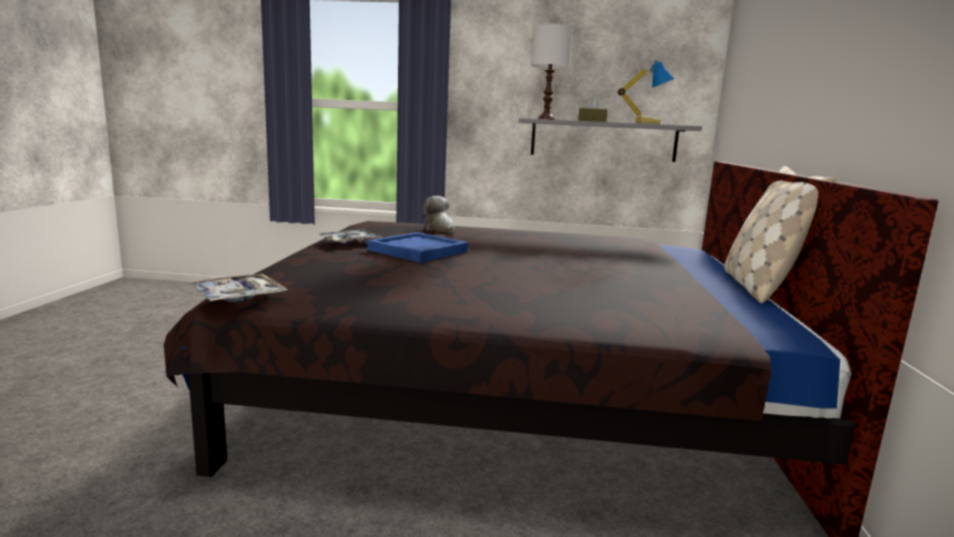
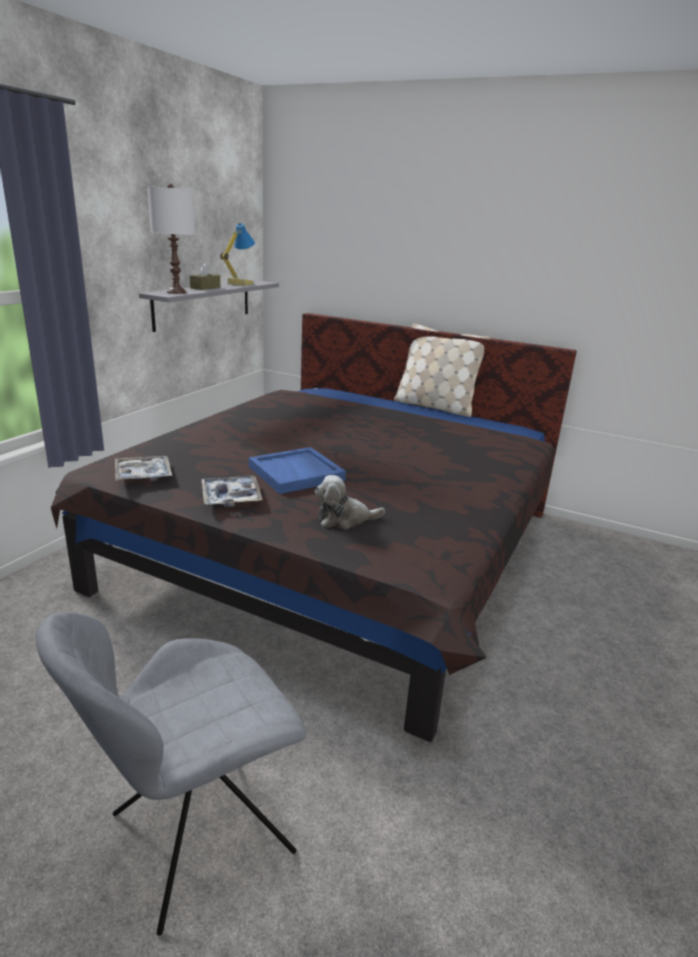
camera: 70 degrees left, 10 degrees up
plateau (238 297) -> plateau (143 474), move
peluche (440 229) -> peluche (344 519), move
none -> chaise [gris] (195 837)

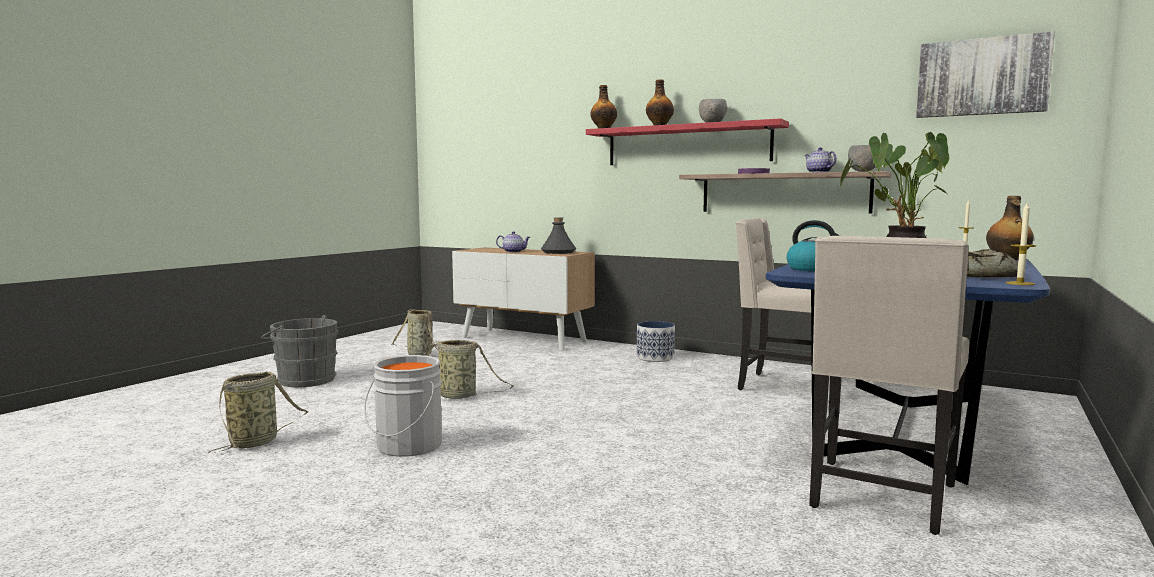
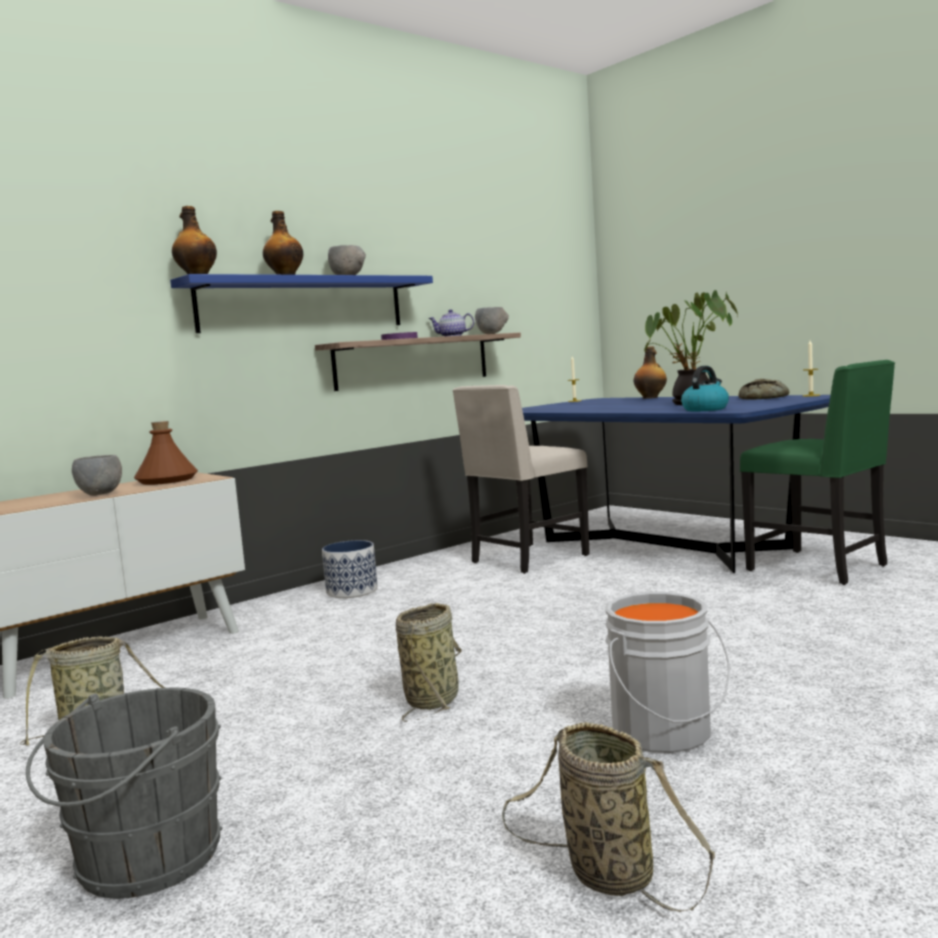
camera: 70 degrees left, 0 degrees up
théière (513 252) -> bol [gris] (101 494)
bouteille [gris] (558 252) -> bouteille [marron] (167 480)
étagère [rouge] (687 145) -> étagère [bleu] (304 304)
chaise [beige] (880 497) -> chaise [vert] (820 568)
tableau (982 77) -> none

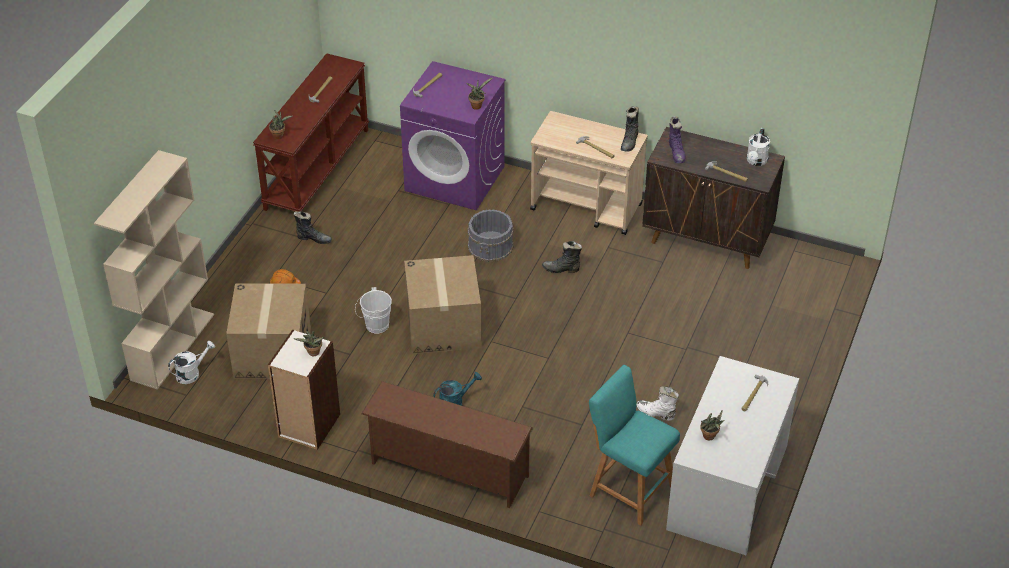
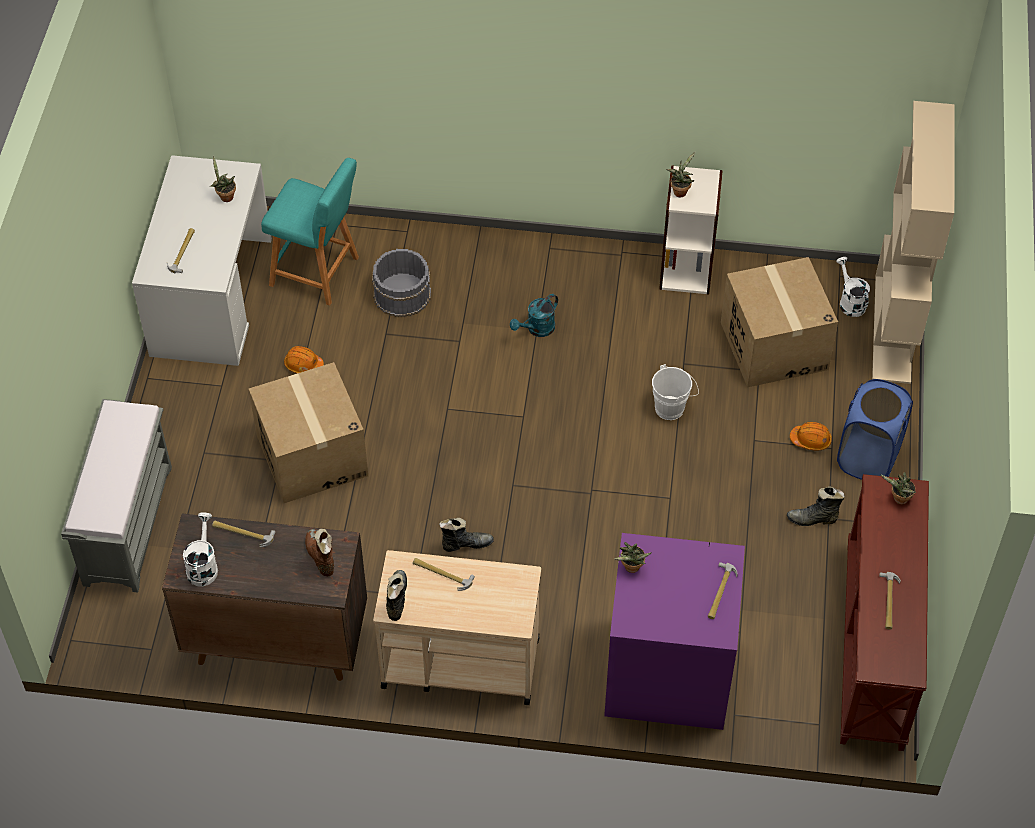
camera: 165 degrees right, 10 degrees up
arrosoir [blanc] (192 373) -> arrosoir [blanc] (850 301), 120 degrees clockwise
étagère à chaussures [marron] (447 470) -> none
carton (444 326) -> carton (311 455), move
seau [gris] (491 246) -> seau [gris] (401 294), move
botte [blanc] (656 413) -> casque de chantier [orange] (303 365)
botte [violet] (676 153) -> botte [marron] (320 556)
none -> banc [gris] (127 524)
none -> panier à linge [bleu] (868 457)

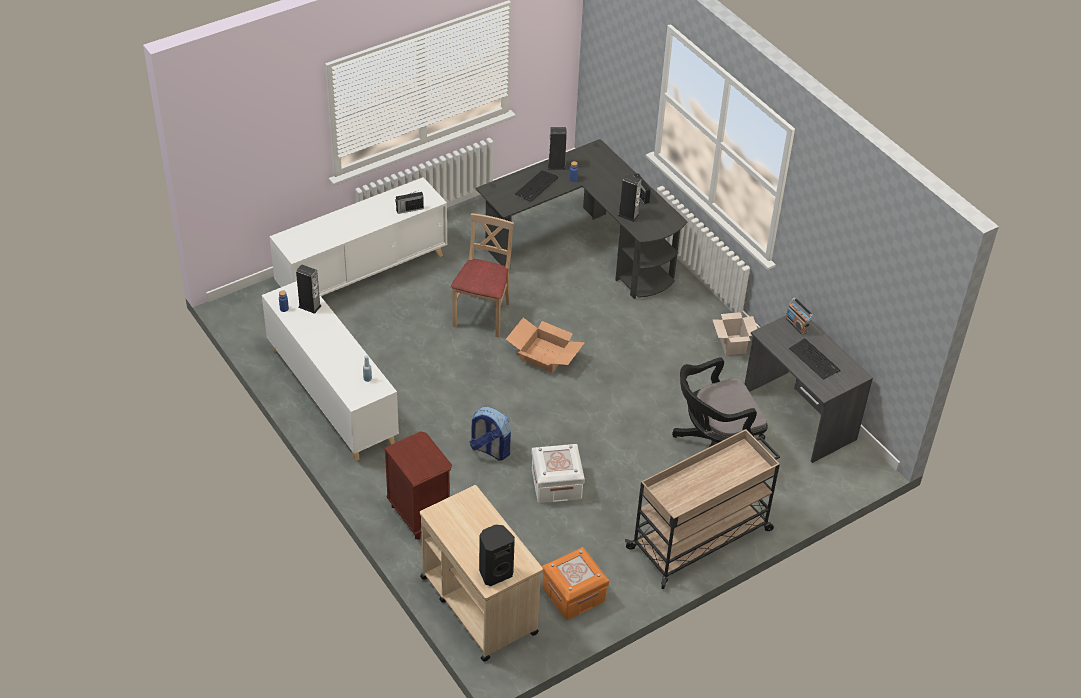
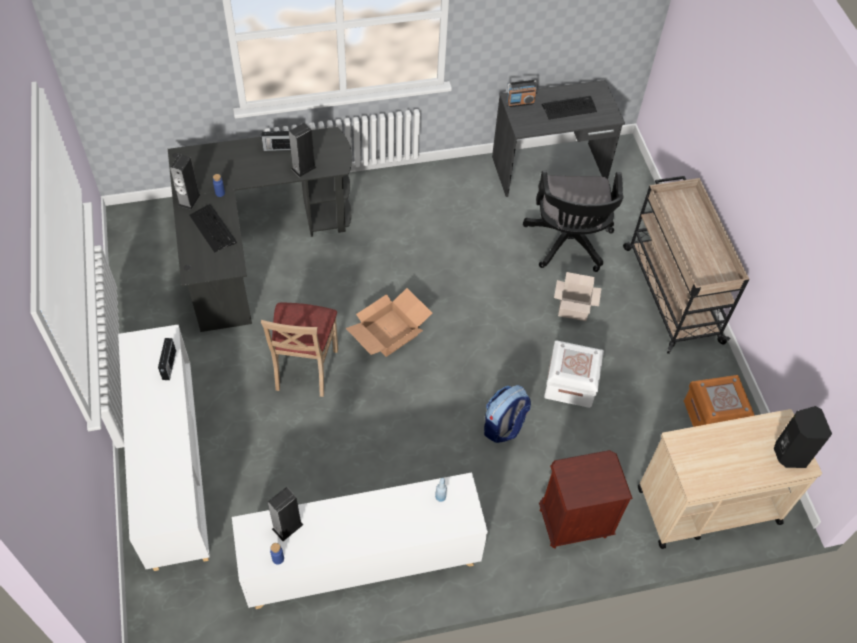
camera: 70 degrees left, 10 degrees up
chaise [beige] (483 315) -> chaise [beige] (305 368), 120 degrees counterclockwise
carton (733 345) -> carton (574 309), move

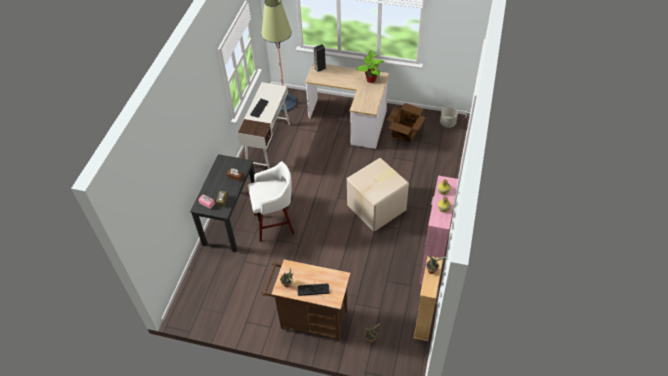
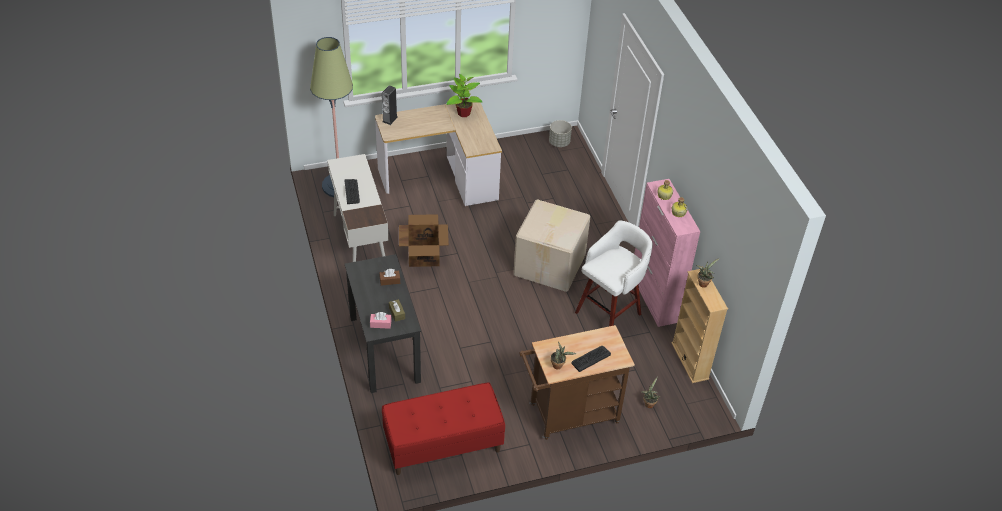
camera: 35 degrees left, 5 degrees down
tabouret [blanc] (275 223) -> tabouret [blanc] (609 312), move
carton (405 132) -> carton (424 255), move
none -> banc [rouge] (443 445)

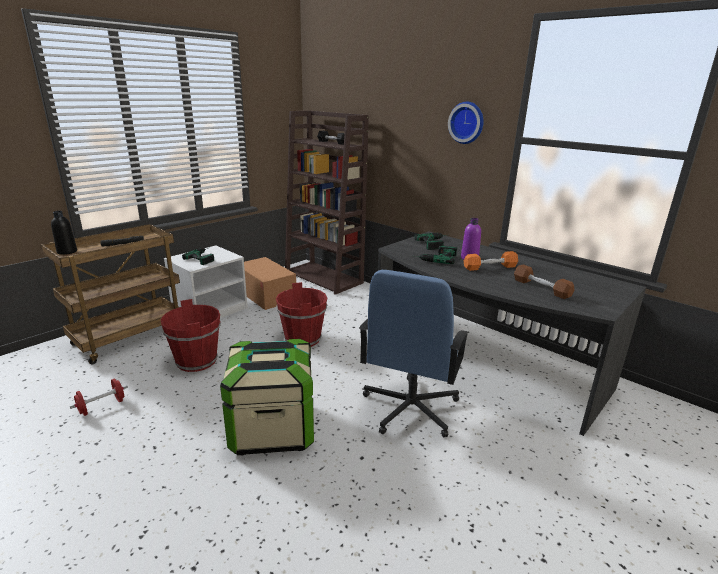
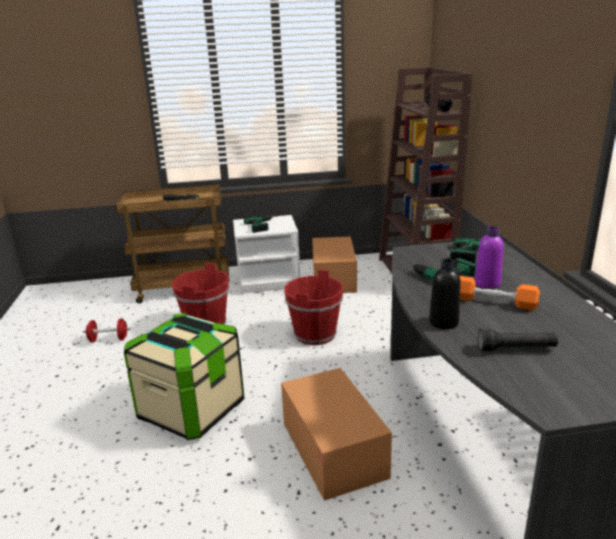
camera: 40 degrees right, 0 degrees up
bouteille [noir] (67 252) -> bouteille [noir] (443 322), move
chaise de bureau [bleu] (409 408) -> carton (333 449)
horloge murale (467 122) -> none
haltère [marron] (541 288) -> lampe de poche [noir] (516 349)

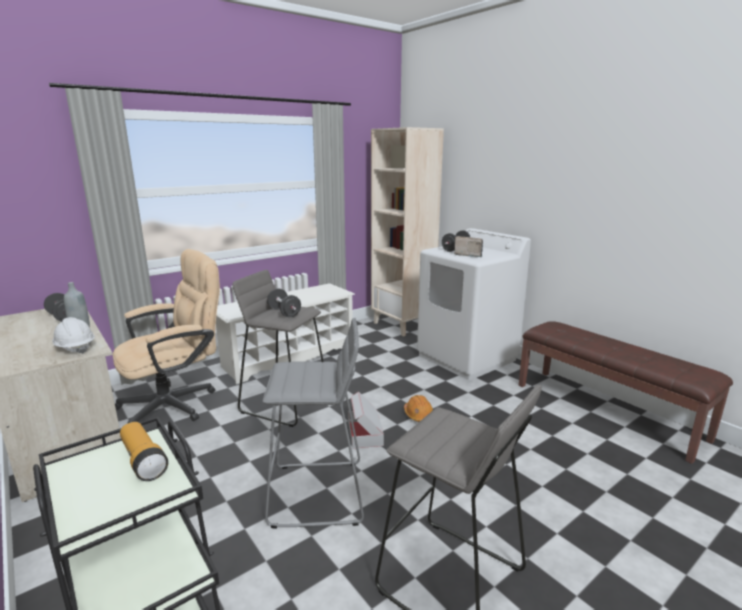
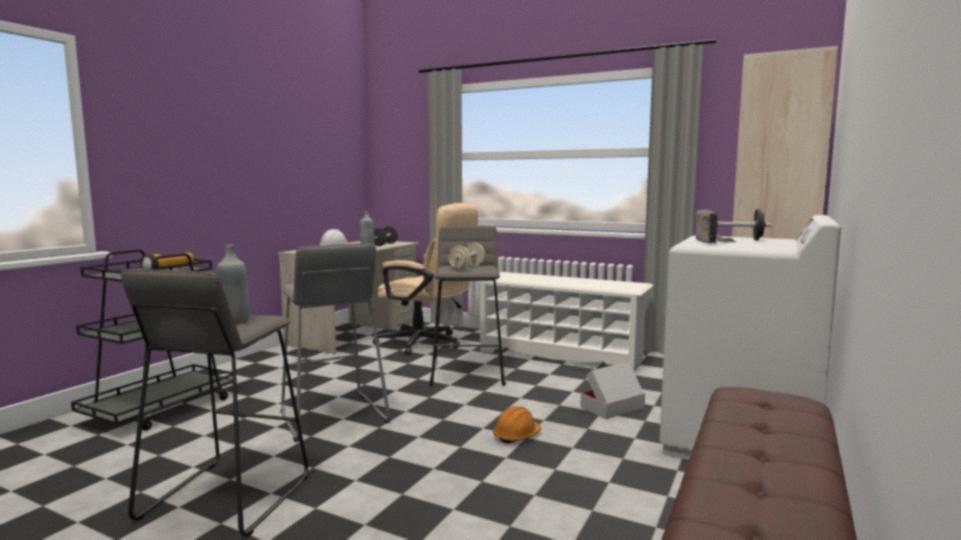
camera: 65 degrees right, 10 degrees down
haltère [noir] (284 313) -> haltère [beige] (467 267)
carton (365 433) -> carton (612 407), move
none -> bouteille [gris] (234 321)

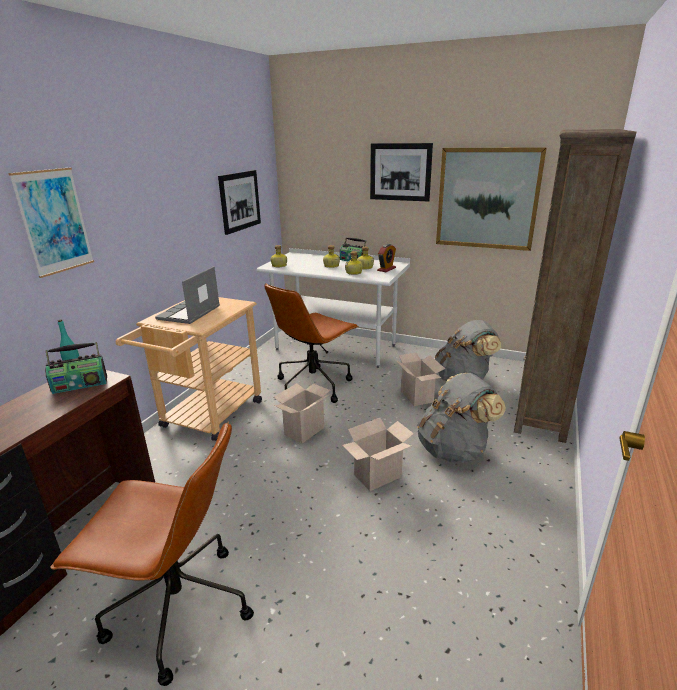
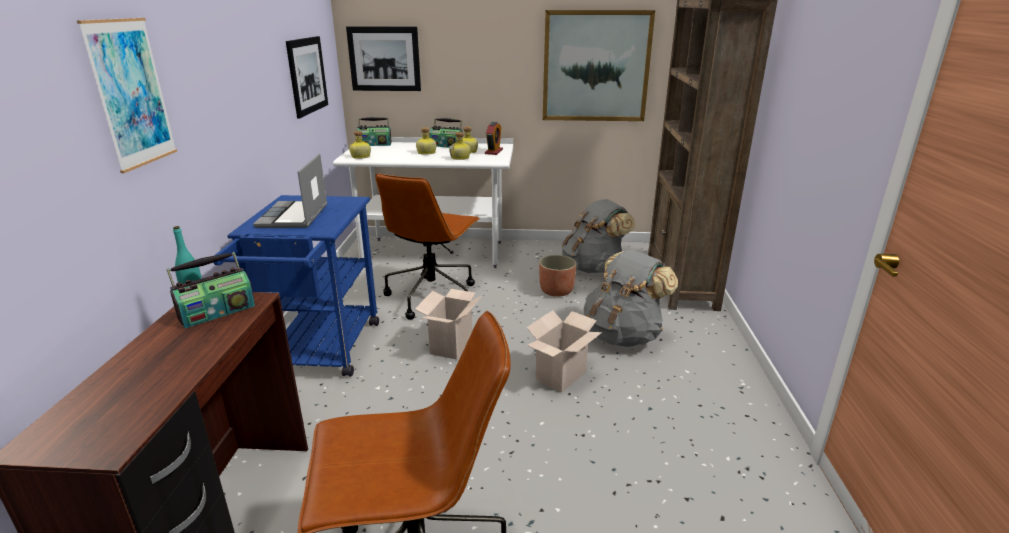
camera: 20 degrees left, 0 degrees up
chariot [beige] (207 418) -> chariot [bleu] (319 353)
tableau (400 172) -> tableau (384 59), move
carton (418 397) -> cache-pot (556 291)
none -> radio (375 144)

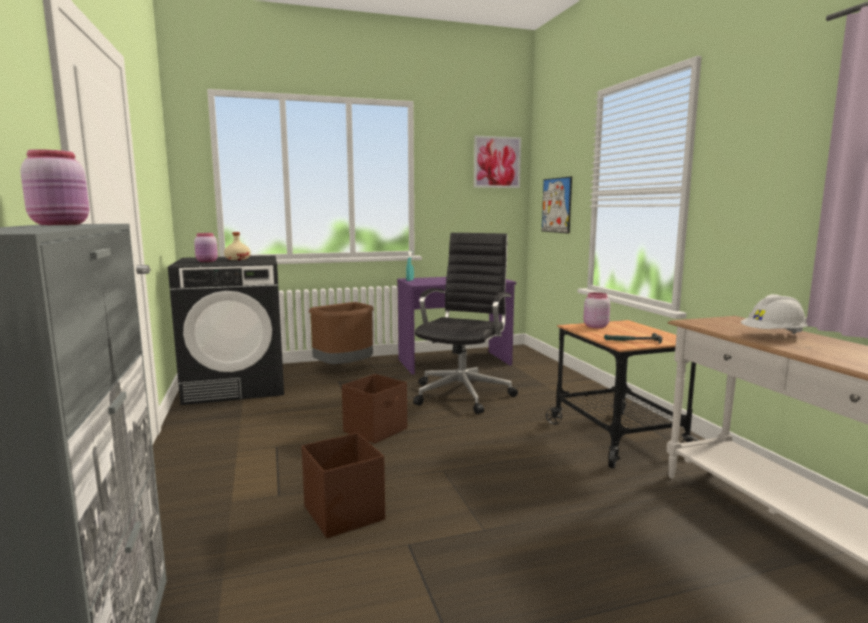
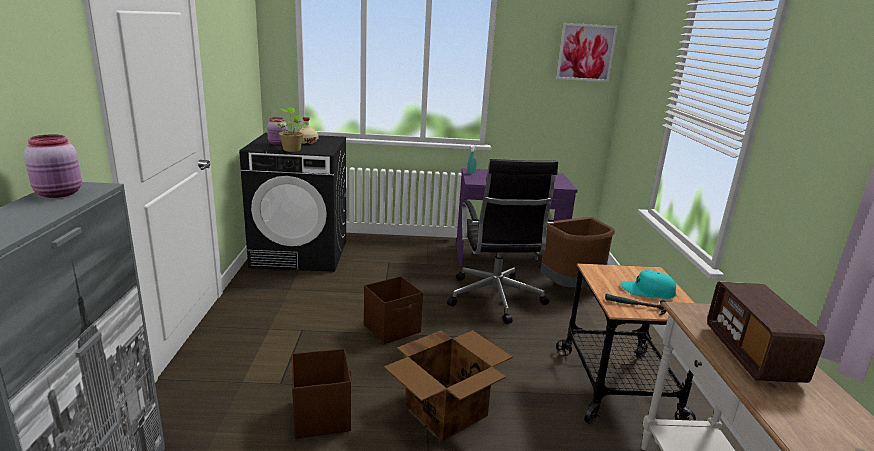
camera: 15 degrees right, 10 degrees up
poubelle [marron] (345 369) -> poubelle [marron] (571 288), move
chaise de bureau [noir] (463 393) -> chaise de bureau [noir] (495 299), 135 degrees clockwise
tableau (556 205) -> none
bocal [rose] (595 326) -> none
casque de chantier [blanc] (773 336) -> radio (752 355)
none -> plante en pot (291 149)
none -> carton (447 410)
none -> casquette [turquoise] (647 291)

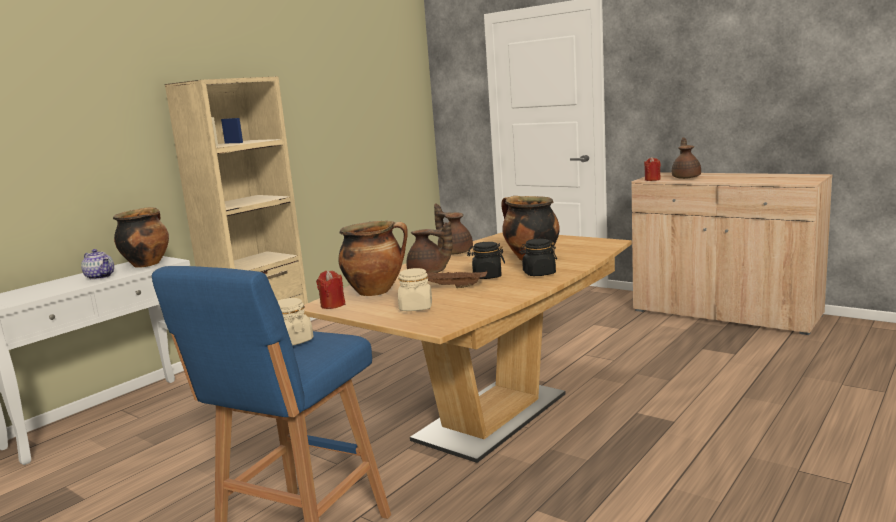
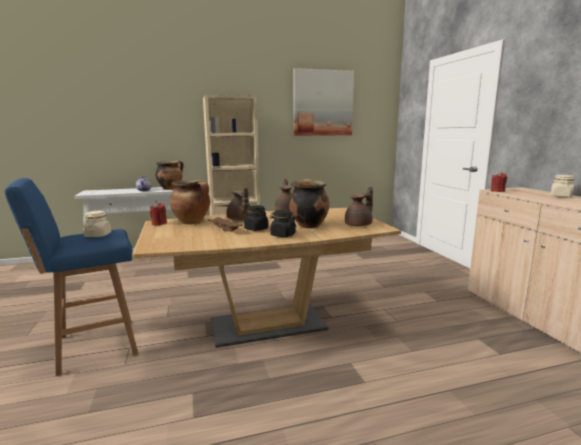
camera: 35 degrees right, 0 degrees up
bocal [beige] (416 308) -> bocal [beige] (561 196), move
théière [marron] (686 177) -> théière [marron] (359 225), move
none -> tableau (323 103)

